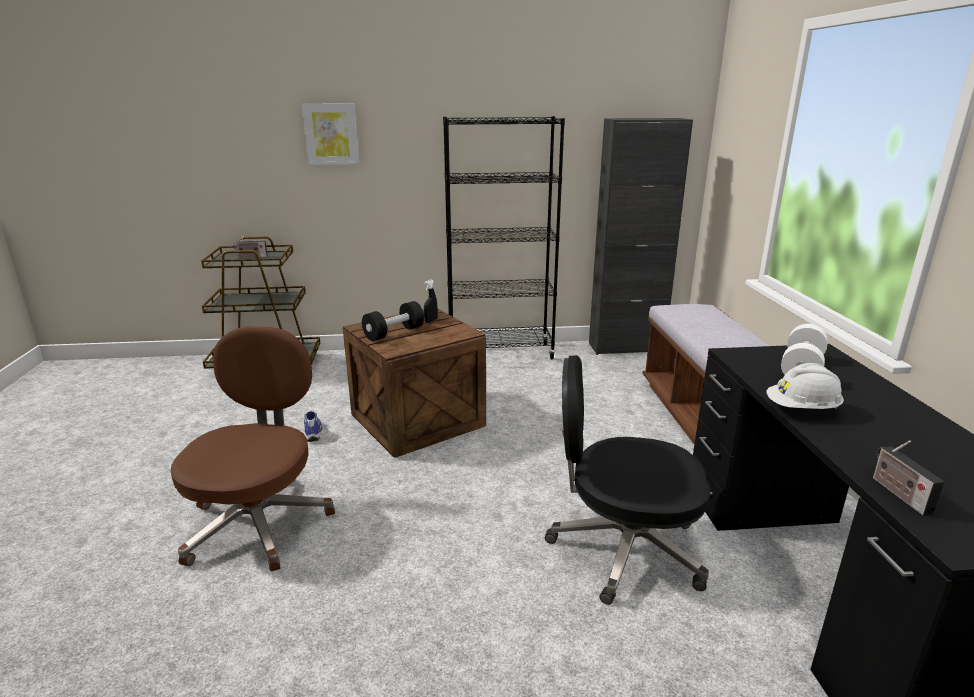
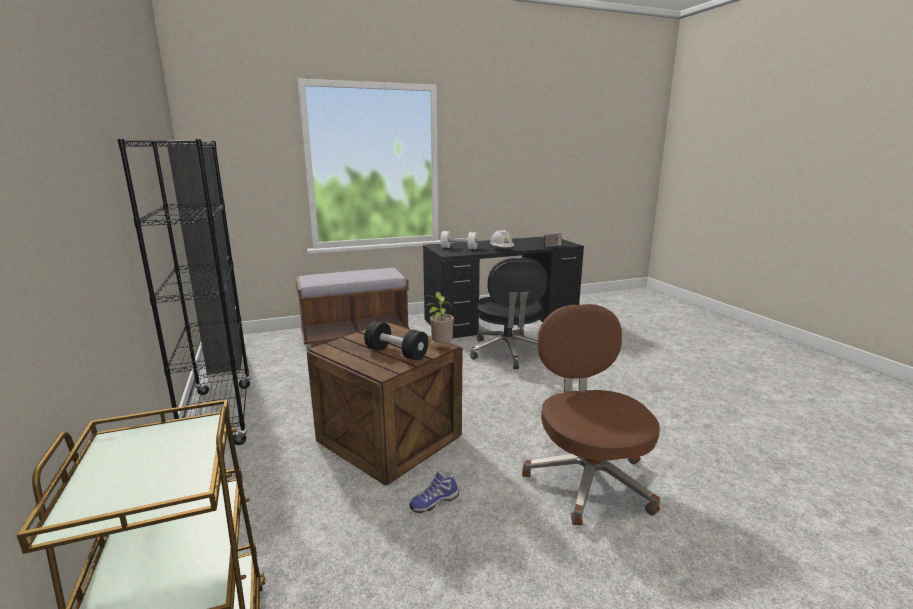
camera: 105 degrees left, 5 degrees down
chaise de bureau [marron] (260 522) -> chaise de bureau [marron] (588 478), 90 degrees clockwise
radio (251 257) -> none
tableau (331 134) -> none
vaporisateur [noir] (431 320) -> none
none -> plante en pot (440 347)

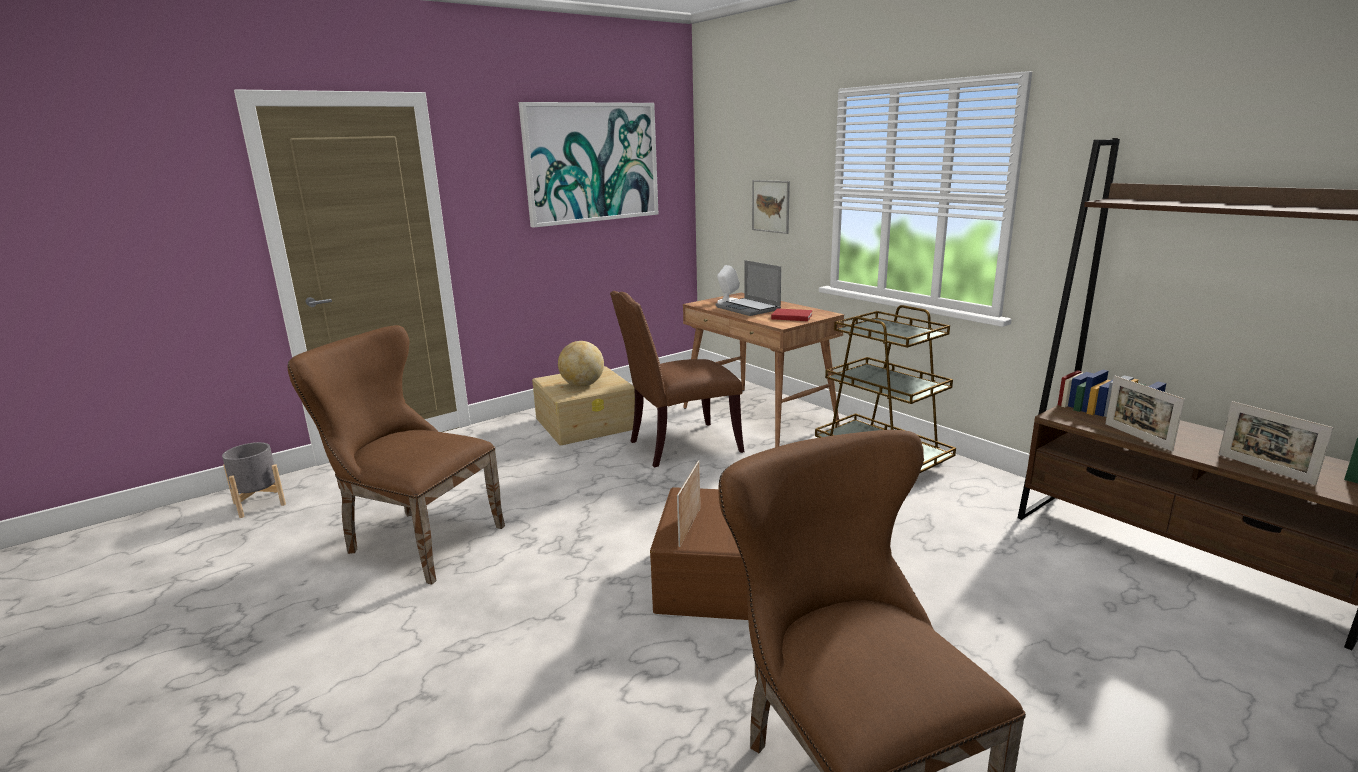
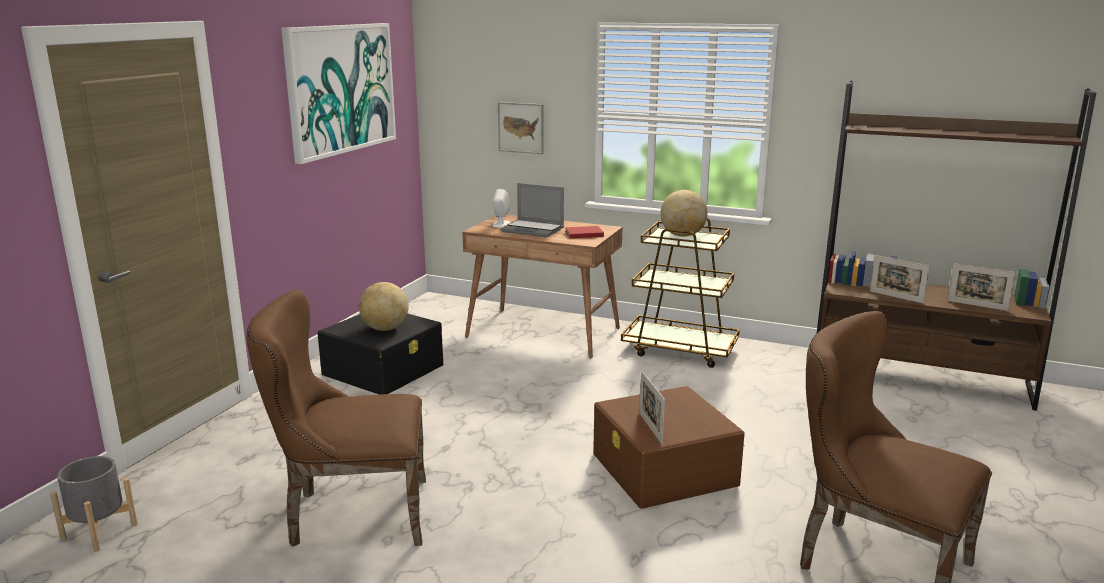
camera: 30 degrees left, 0 degrees up
boîte de rangement [beige] (586 423) -> boîte de rangement [noir] (384 369)
chaise [marron] (679 446) -> none
none -> globe (682 235)

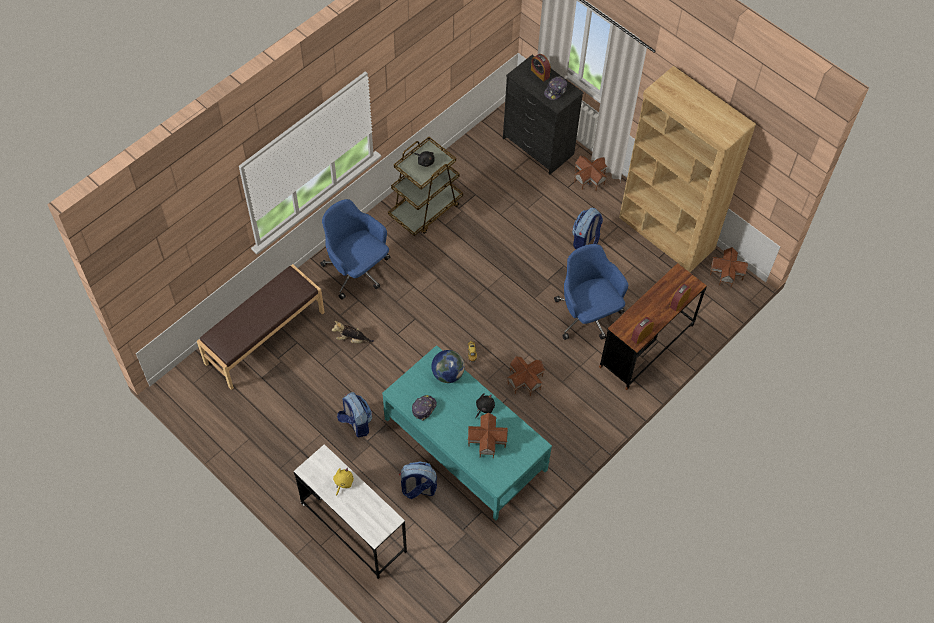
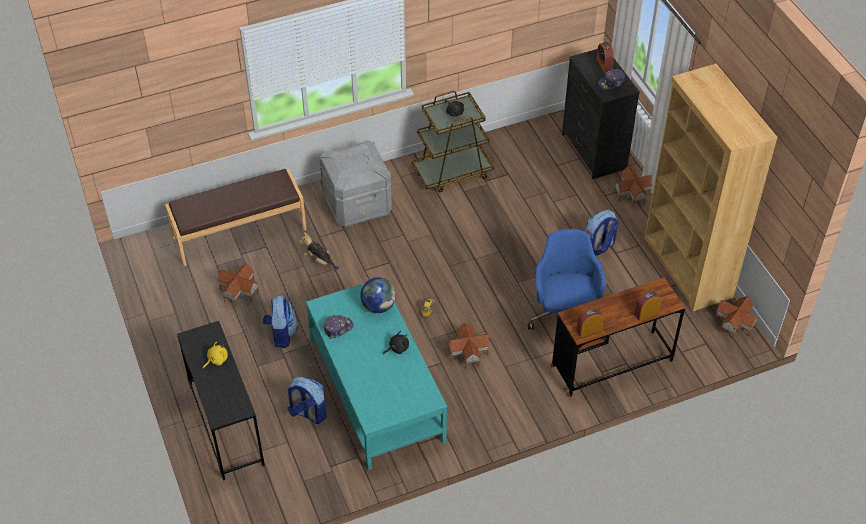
camera: 25 degrees right, 10 degrees down
bureau [blanc] (353 527) -> bureau [noir] (226 425)
chaise de bureau [bleu] (357 271) -> boîte de rangement [gris] (357 204)
maison miniature (487 440) -> maison miniature (240 291), move

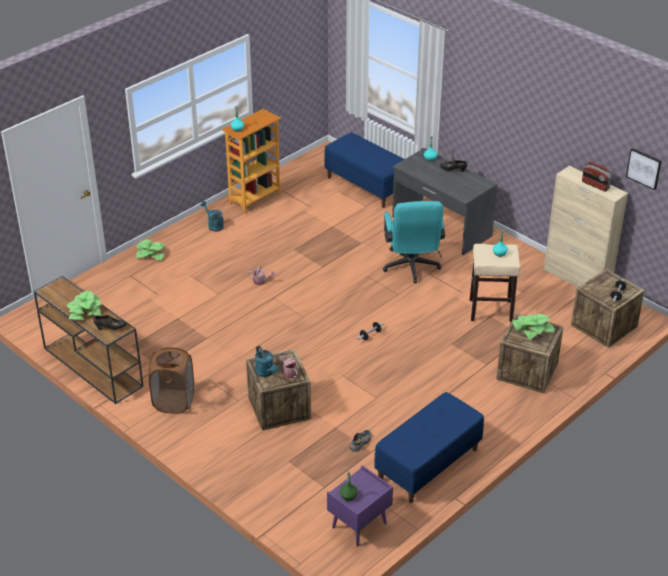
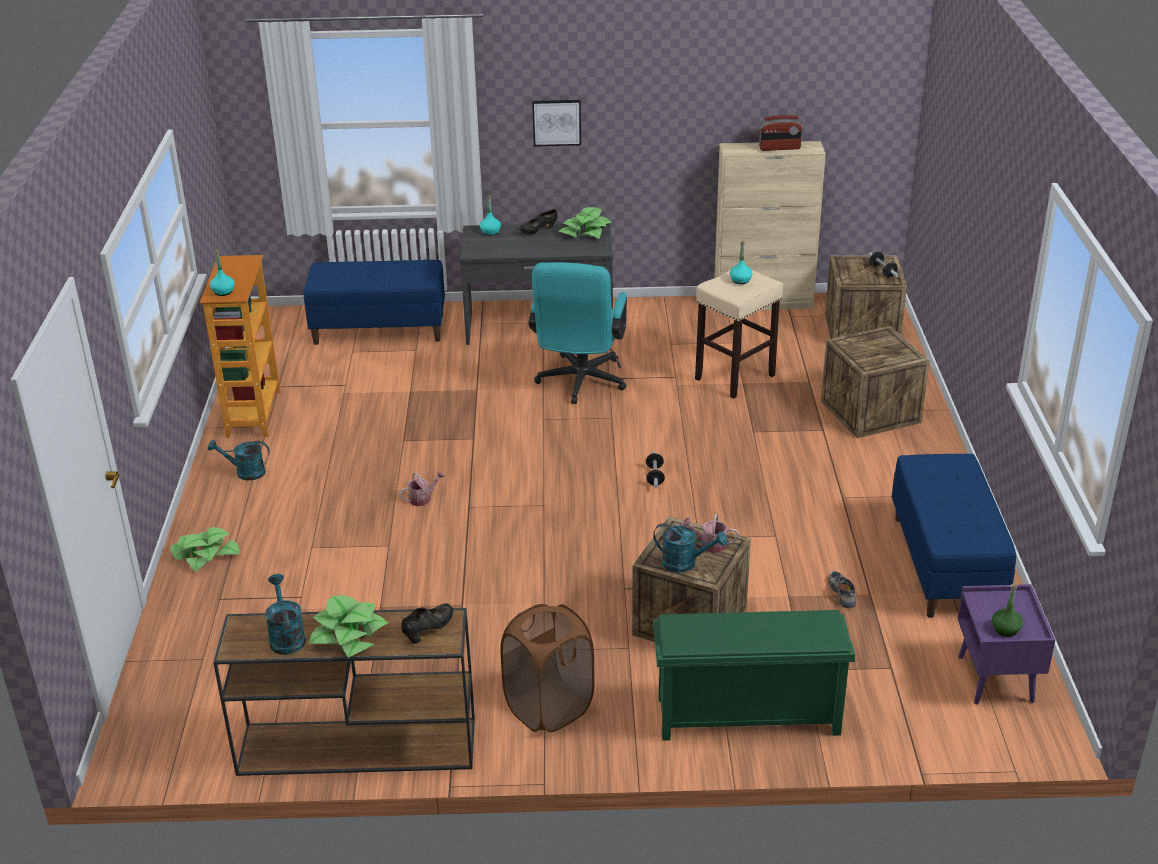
camera: 45 degrees left, 5 degrees down
chaise de bureau [turquoise] (411 268) -> chaise de bureau [turquoise] (580 384), 60 degrees clockwise
plante en pot (532 329) -> plante en pot (585 231), move
tableau (644 168) -> tableau (556 122), move
none -> arrosoir [turquoise] (286 636)
none -> étagère à chaussures [vert] (746 717)

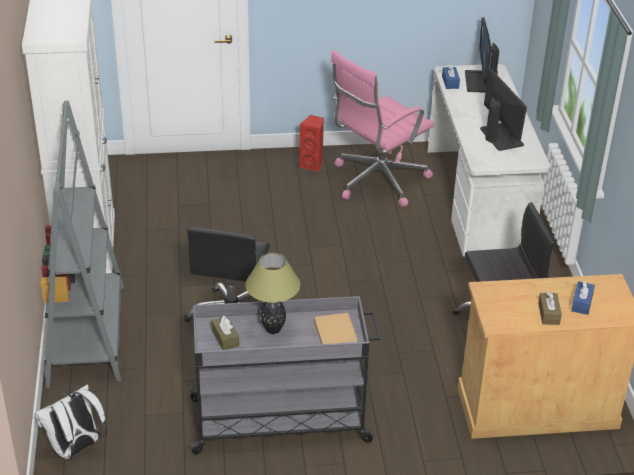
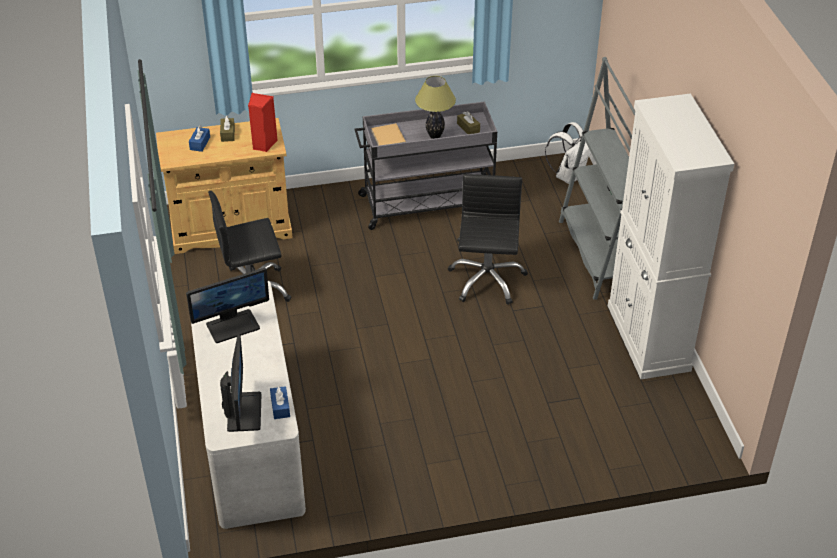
camera: 175 degrees right, 5 degrees up
enceinte [rouge] (312 165) -> enceinte [rouge] (263 144), move
chaise de bureau [rose] (377 181) -> none
écran d'ordinateur (500 137) -> écran d'ordinateur (233 325), 90 degrees counterclockwise

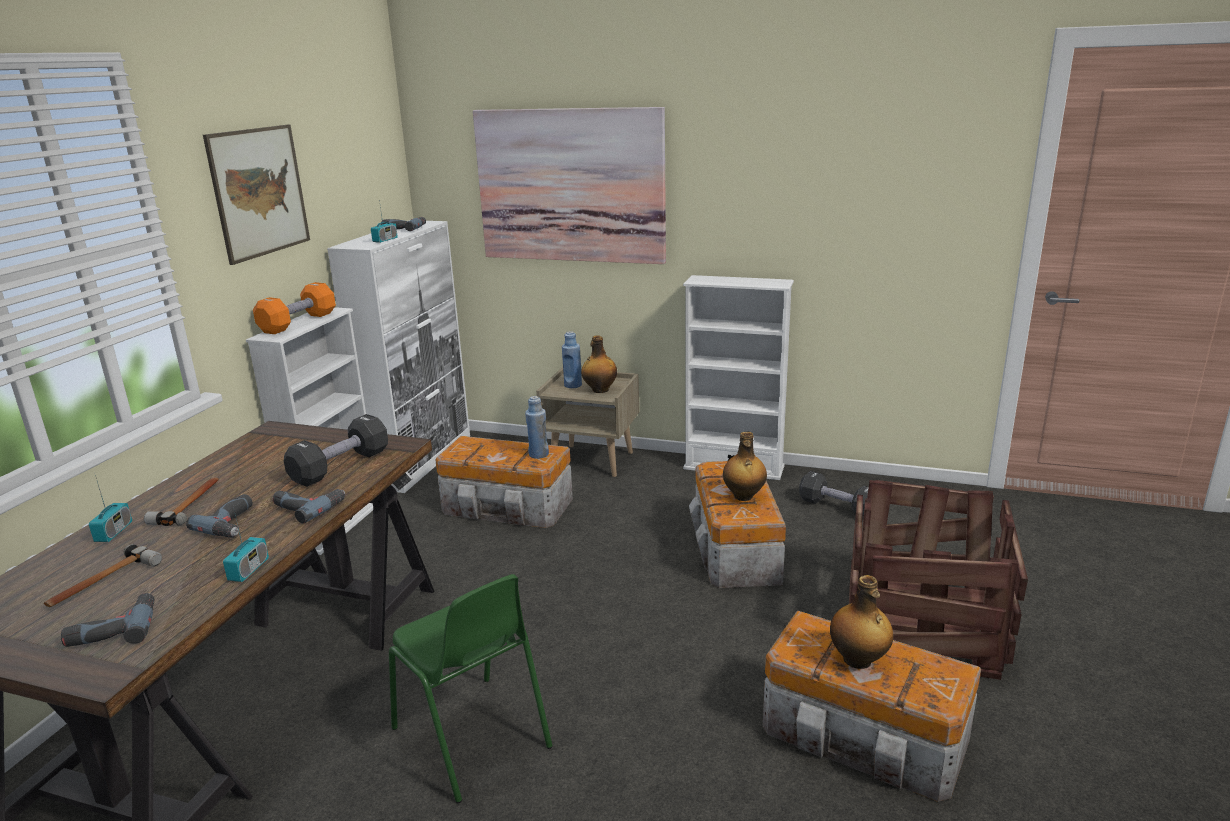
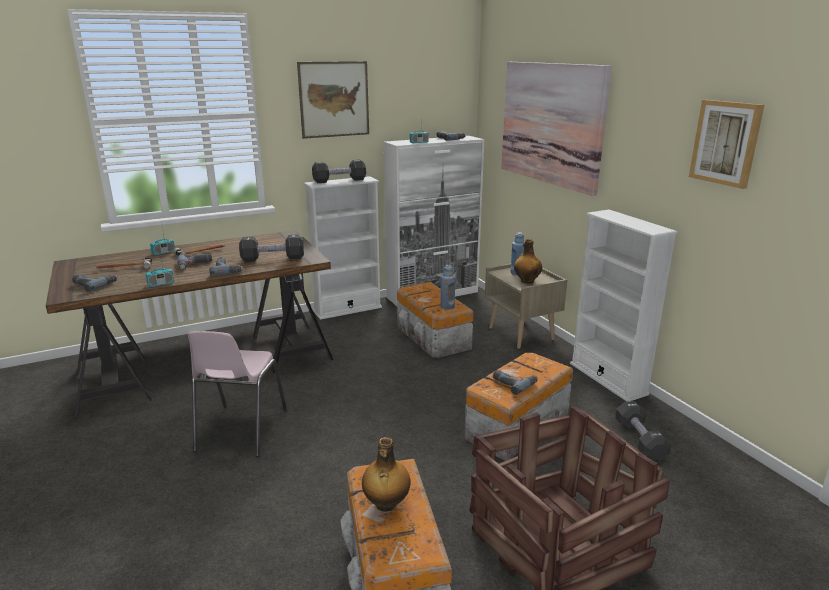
camera: 45 degrees right, 0 degrees up
haltère [orange] (298 323) -> haltère [noir] (339 181)
chaise [vert] (472 738) -> chaise [rose] (240 431)
bouteille (743 496) -> perceuse (514 383)
none -> tableau (726 143)

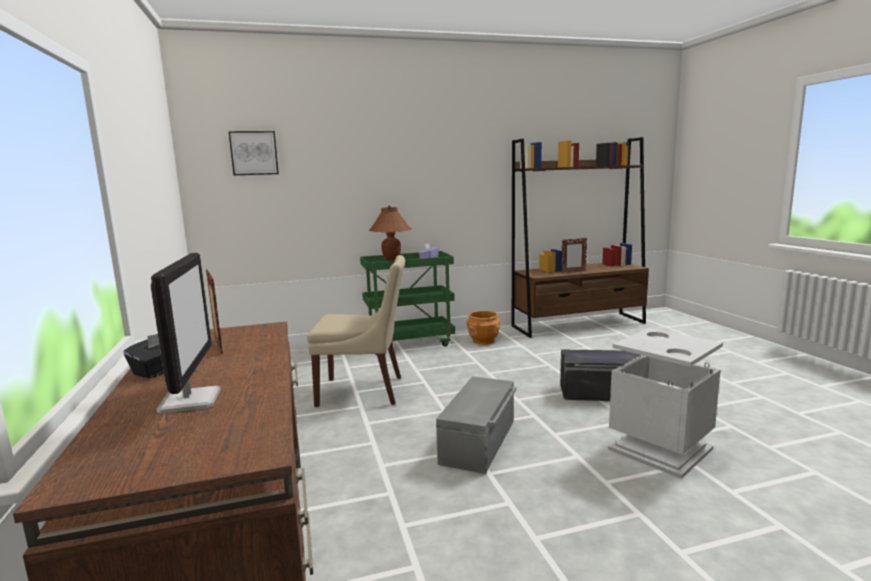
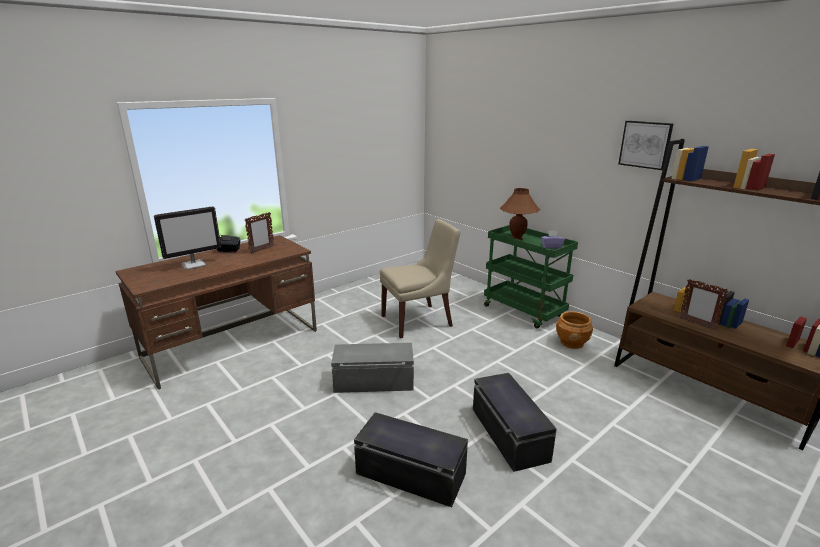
camera: 65 degrees right, 10 degrees up
tableau (254 153) -> tableau (645 144), move
chaise [beige] (364 391) -> chaise [beige] (419 320), 90 degrees counterclockwise
poubelle [gris] (659 448) -> boîte de rangement [noir] (410 474)

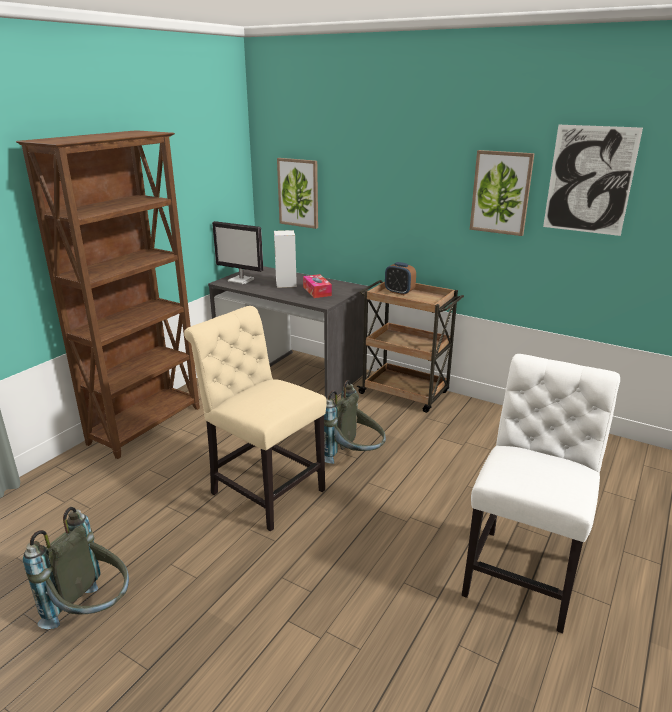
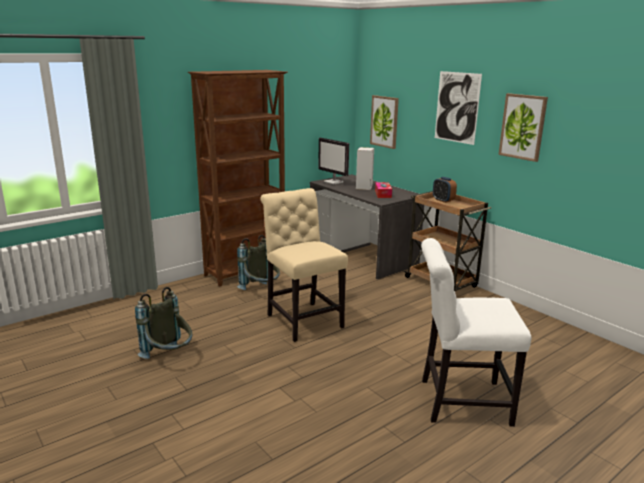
camera: 20 degrees right, 5 degrees down
sac à dos [gris] (354 459) -> sac à dos [gris] (261 291), move
chaise [blanc] (523 572) -> chaise [blanc] (459 401), 135 degrees counterclockwise
tableau (589 180) -> tableau (457 107), move

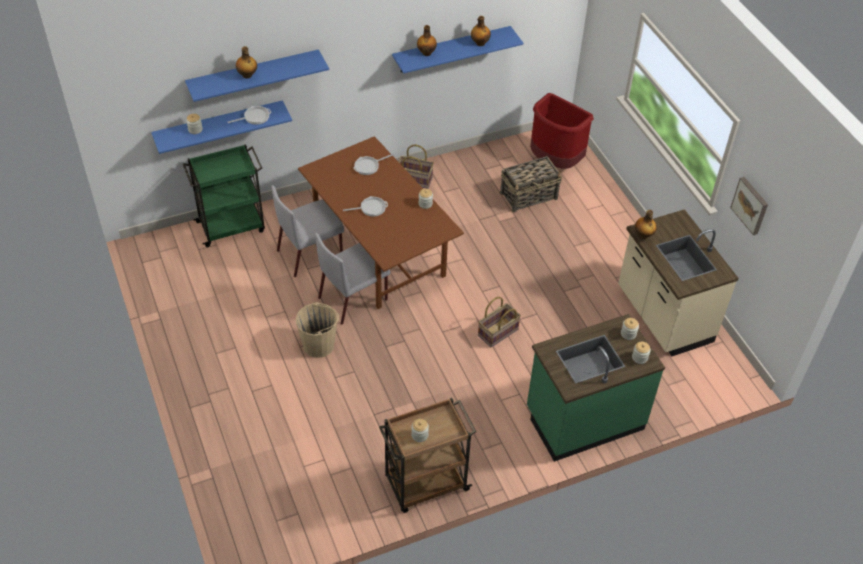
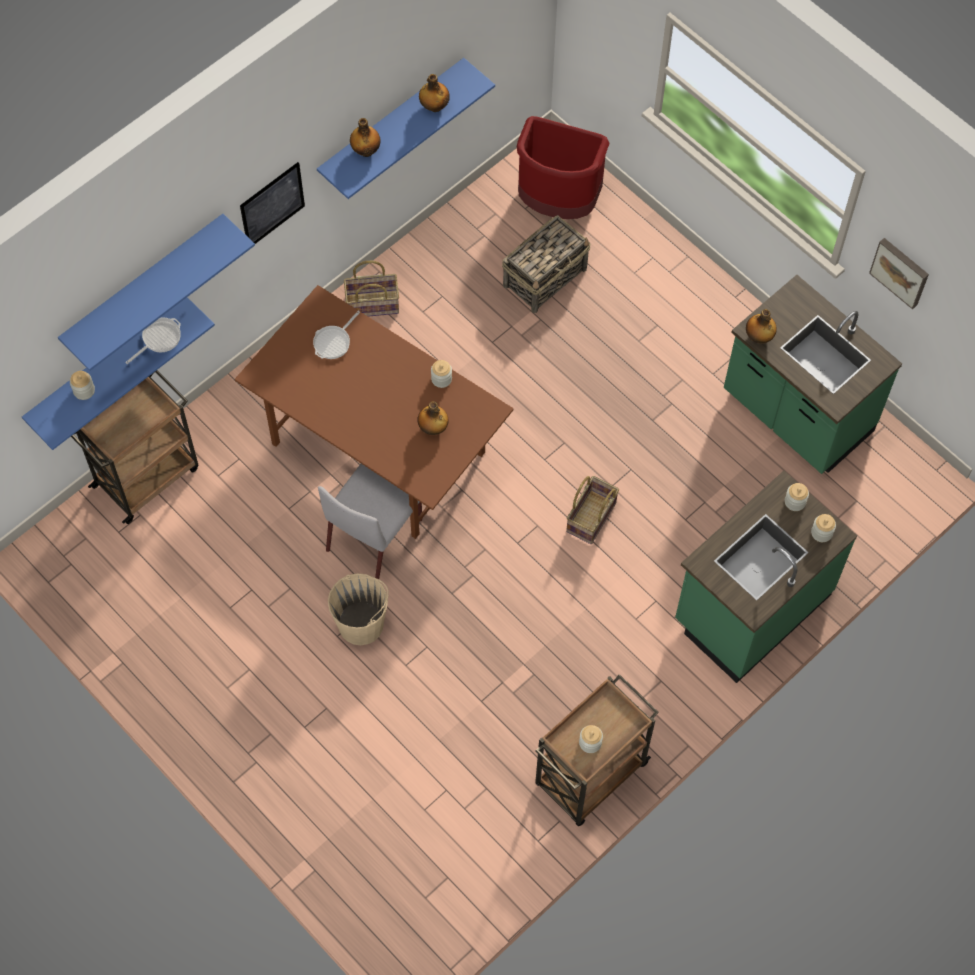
camera: 20 degrees left, 15 degrees up
chariot [vert] (232 226) -> chariot [marron] (147 476)
bouteille (247 75) -> bouteille (433 428), move
chaise [gris] (311 253) -> none
poêle (371 208) -> none
comptoir de cuisine [beige] (663 316) -> comptoir de cuisine [vert] (796 414)
none -> tableau (272 205)

